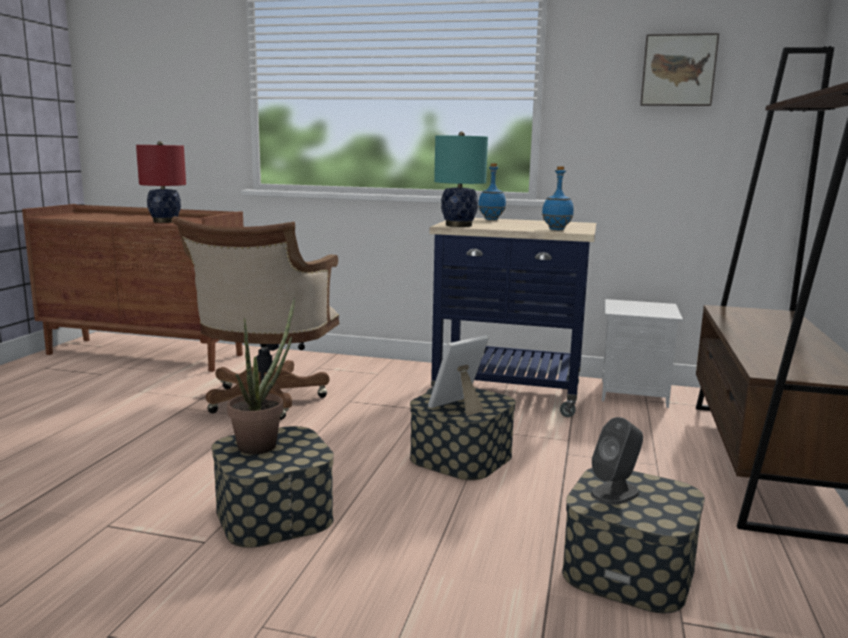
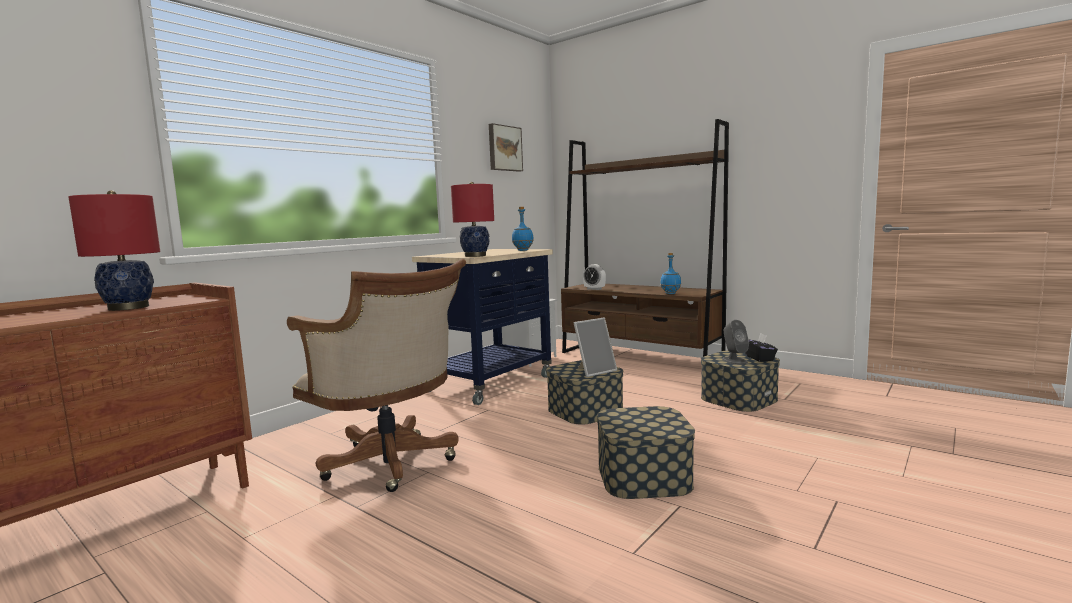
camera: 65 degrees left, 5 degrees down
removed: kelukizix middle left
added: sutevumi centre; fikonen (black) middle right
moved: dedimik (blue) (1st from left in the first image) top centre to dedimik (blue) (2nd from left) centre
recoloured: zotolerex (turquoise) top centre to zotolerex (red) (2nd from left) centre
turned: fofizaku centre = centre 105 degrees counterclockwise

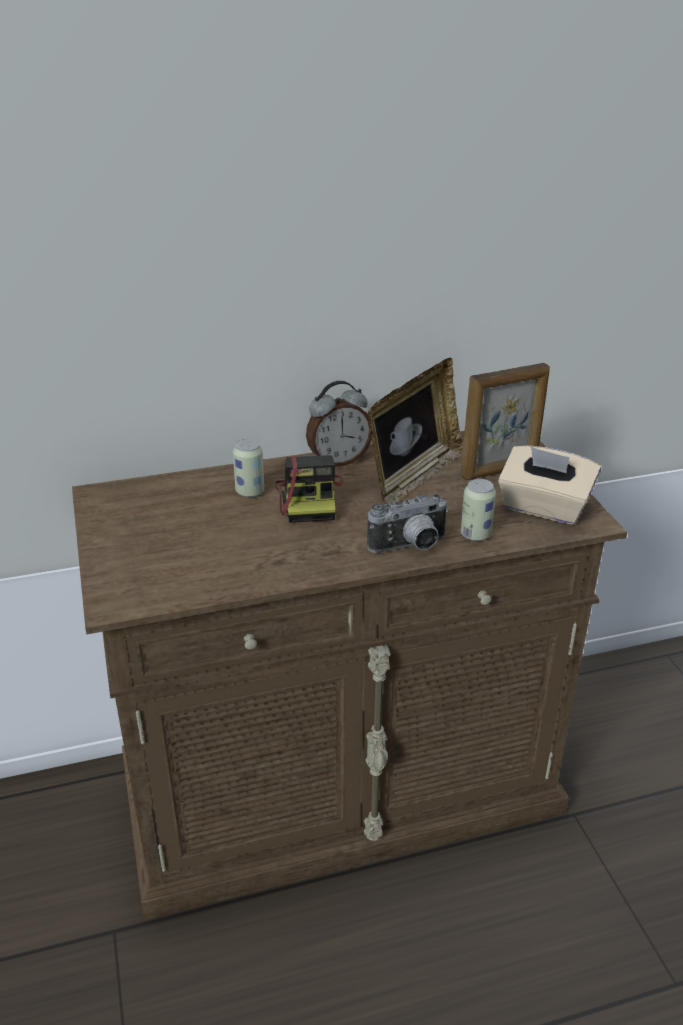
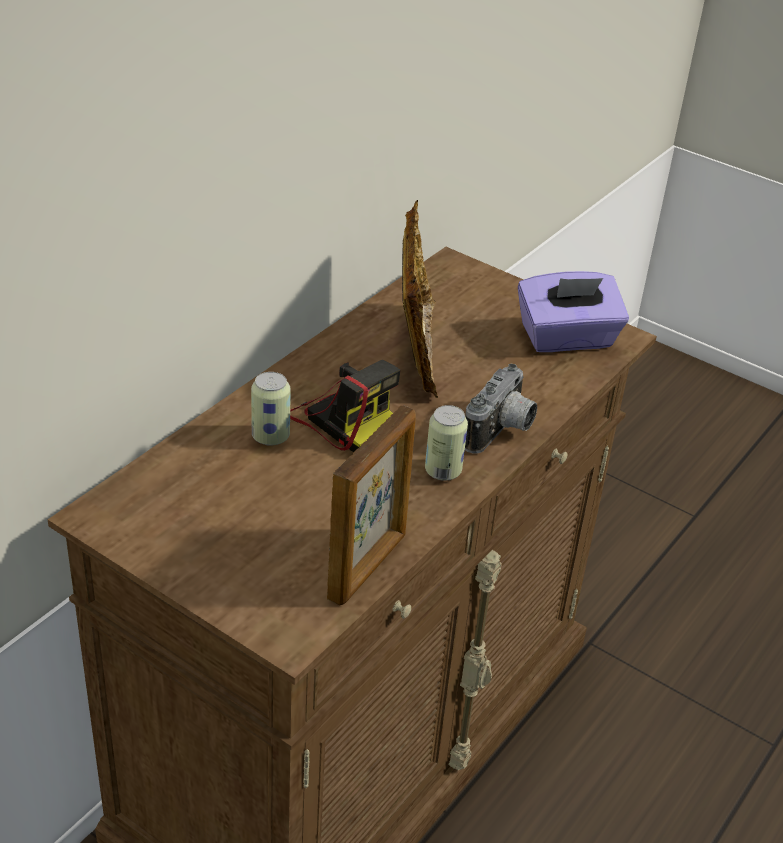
camera: 40 degrees left, 5 degrees up
removed: sutevumi centre
moved: fofizaku (2nd from left in the first image) middle right to fofizaku (1st from left) centre; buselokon (2nd from left) middle right to centre
recoloured: fikonen (beige) middle right to fikonen (purple) middle right

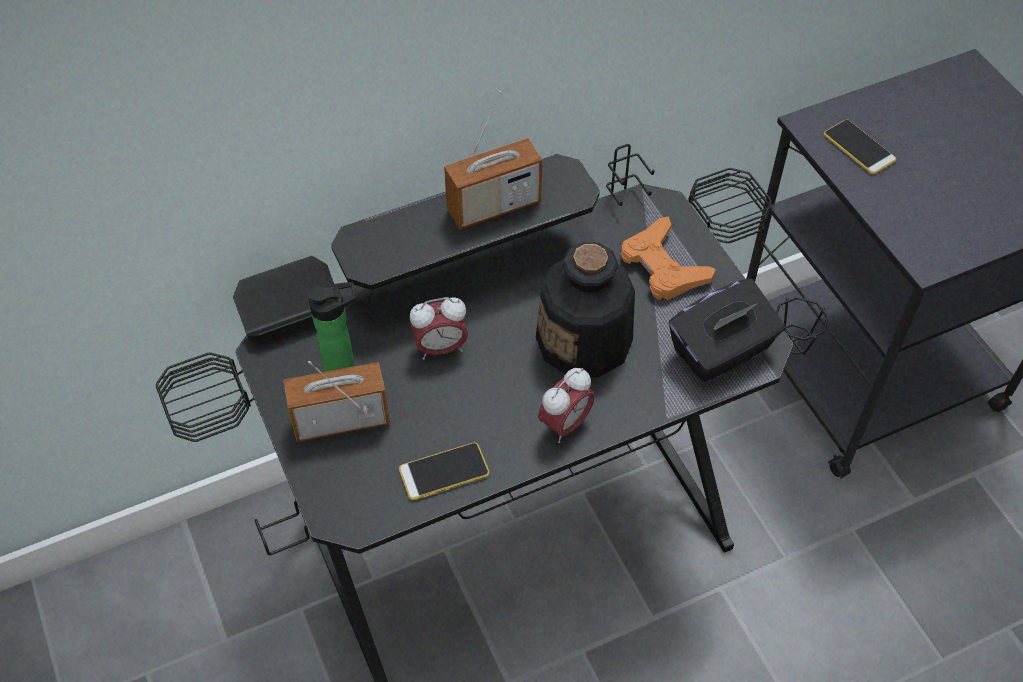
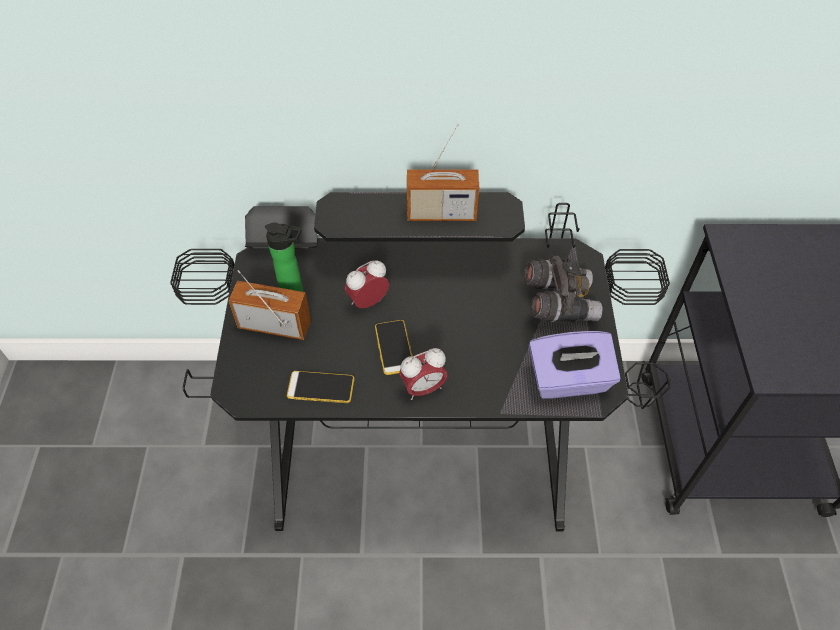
camera: 25 degrees right, 0 degrees up
removed: dedimik (2nd from left) centre
moved: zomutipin (2nd from left) top right to centre
replaced: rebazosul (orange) centre to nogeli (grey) middle right
recoloured: fikonen (black) middle right to fikonen (purple) middle right
turned: sutevumi (1st from left) centre = centre 135 degrees clockwise

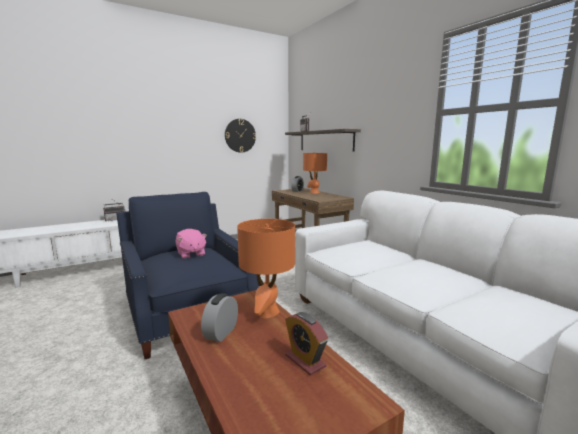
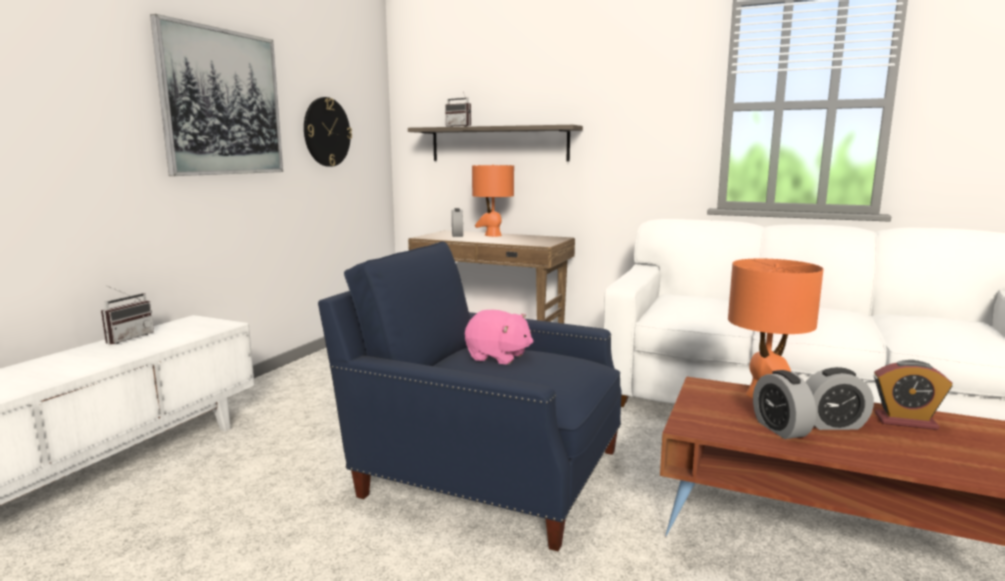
camera: 35 degrees left, 0 degrees up
added: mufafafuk top left; sutevumi (3rd from left) bottom right

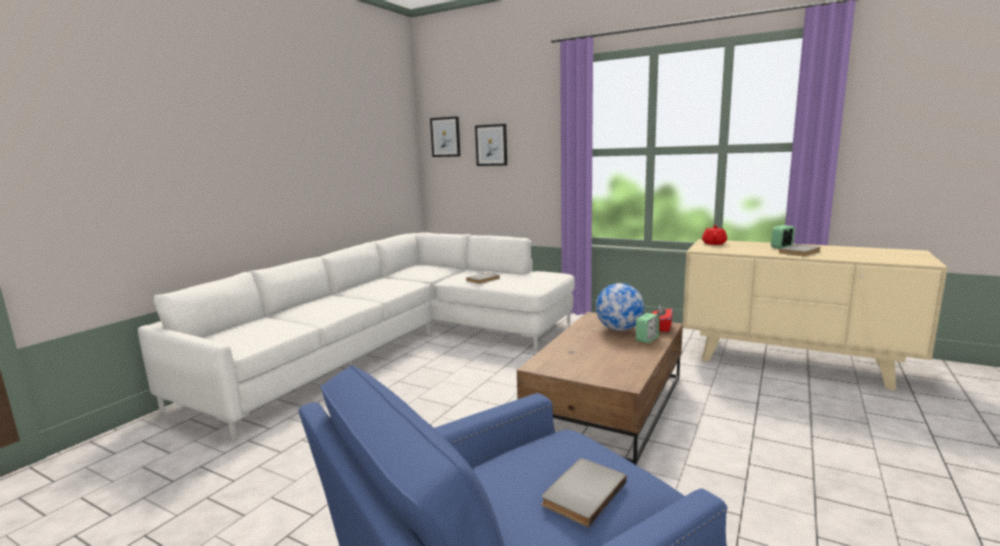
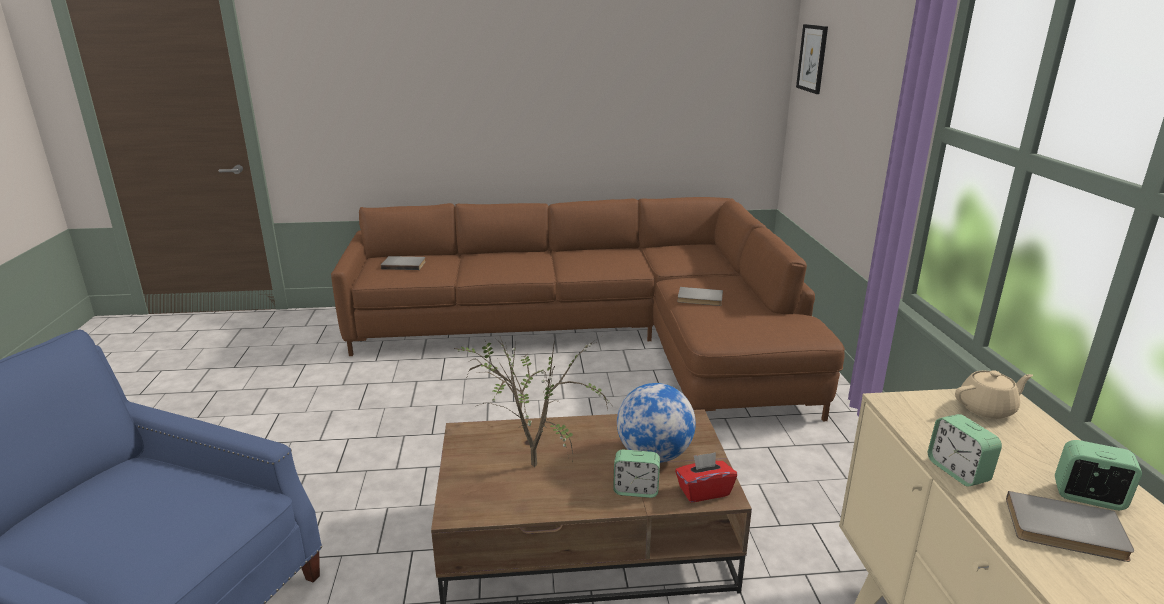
camera: 55 degrees right, 10 degrees up
removed: mufafafuk (2nd from left) top centre
added: kelukizix centre; sutevumi (2nd from left) bottom right
moved: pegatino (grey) (2nd from left in the first image) bottom centre to pegatino (grey) (1st from left) centre
recoloured: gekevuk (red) middle right to gekevuk (beige) middle right; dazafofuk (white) centre to dazafofuk (brown) centre

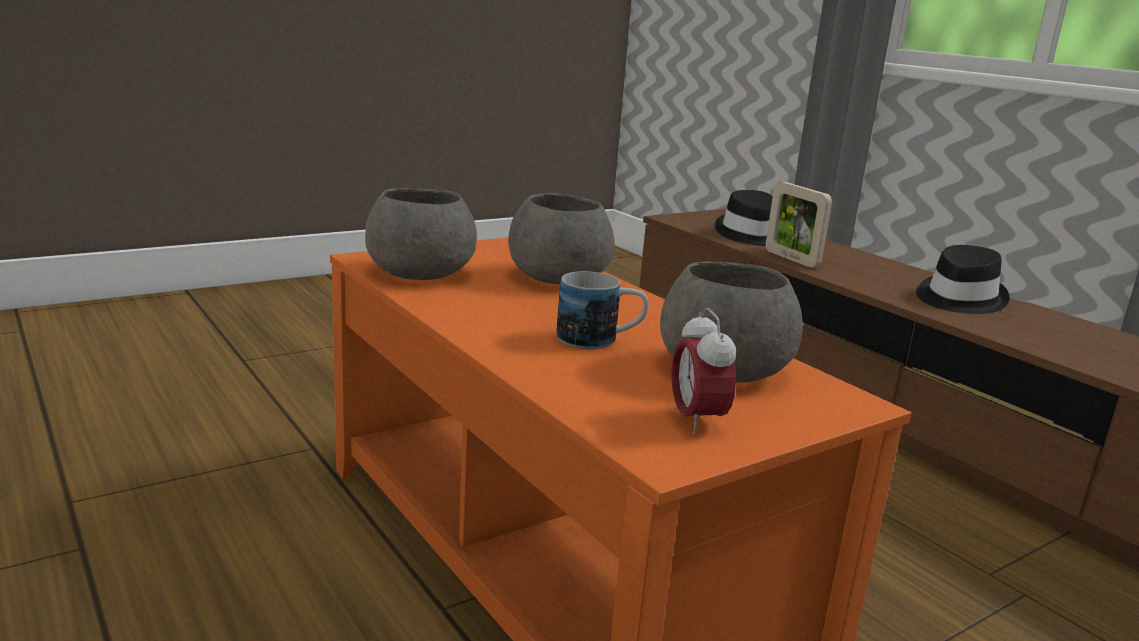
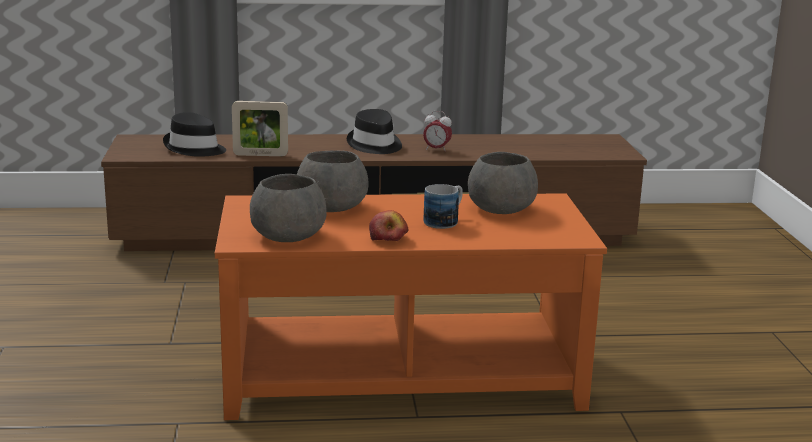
camera: 60 degrees left, 0 degrees up
added: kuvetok centre
moved: sutevumi centre to top centre

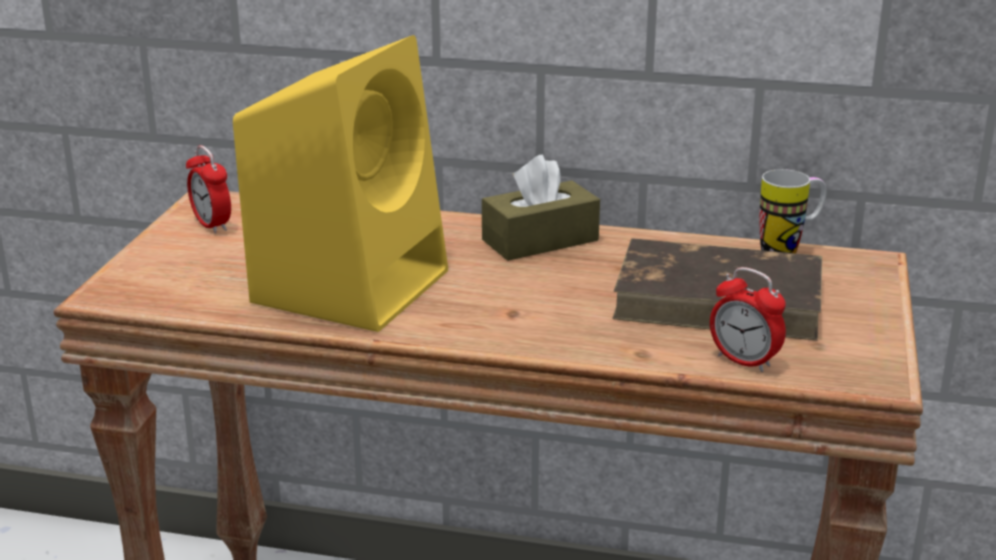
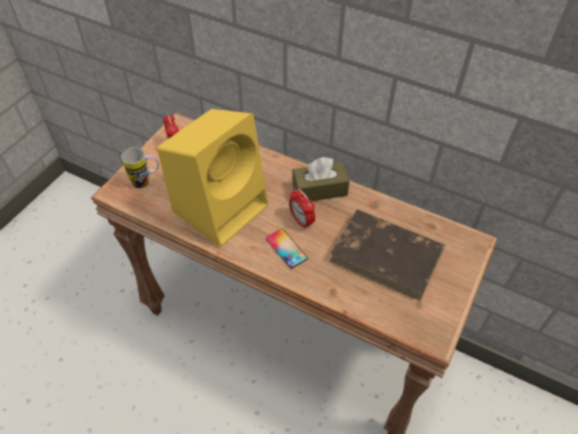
camera: 15 degrees right, 25 degrees up
added: zomutipin centre
moved: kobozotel middle right to middle left; sutevumi (2nd from left) middle right to centre

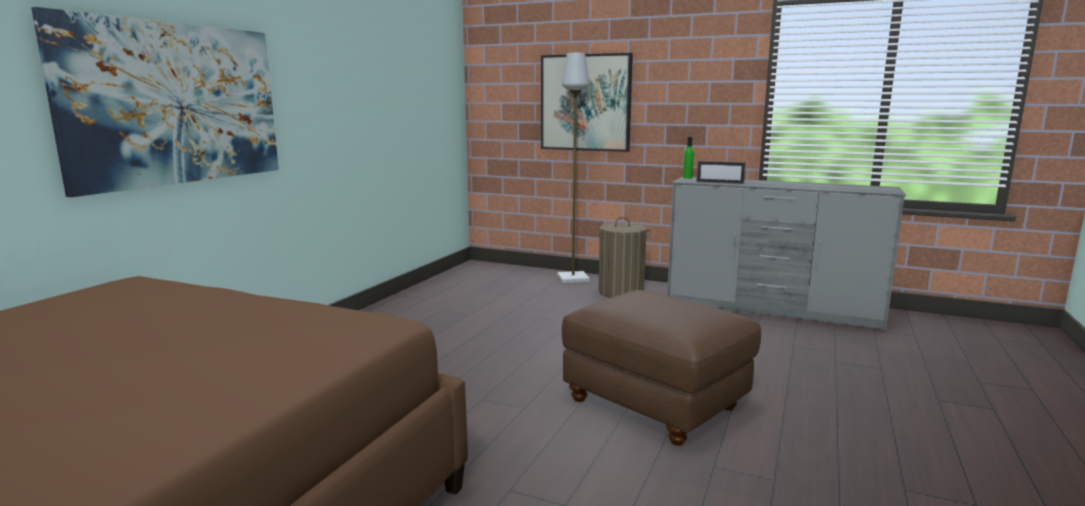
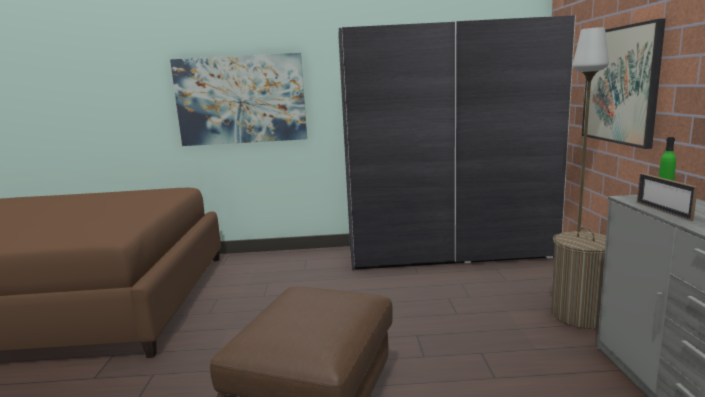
camera: 65 degrees right, 0 degrees up
added: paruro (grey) centre

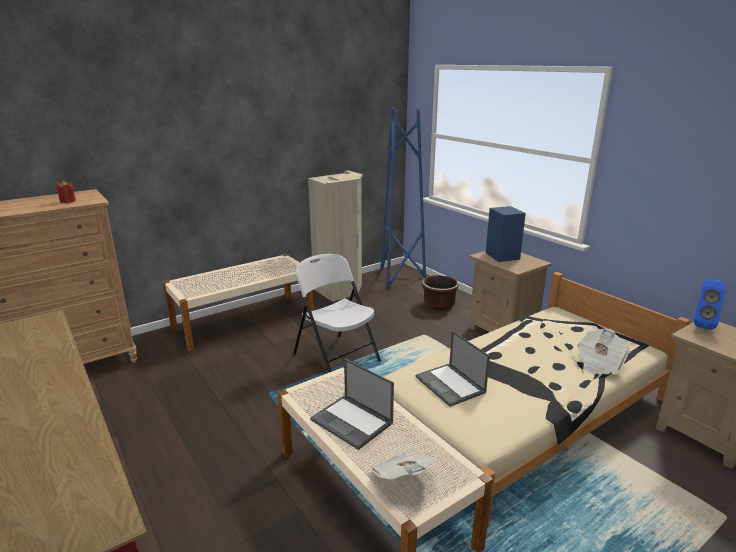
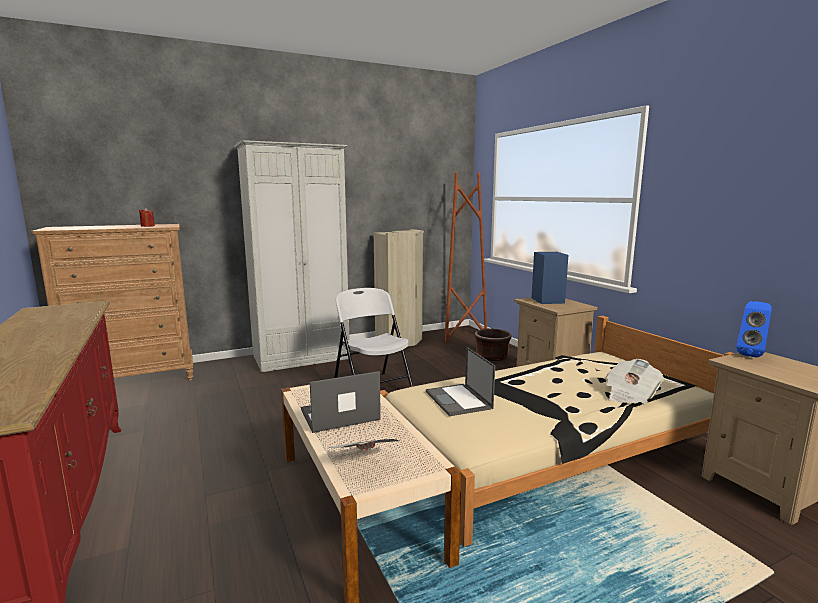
camera: 10 degrees right, 10 degrees down
replaced: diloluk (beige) (1st from left) middle left to paruro (white) centre
recoloured: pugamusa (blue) centre to pugamusa (brown) centre
turned: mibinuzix (1st from left) bottom centre = bottom centre 105 degrees clockwise

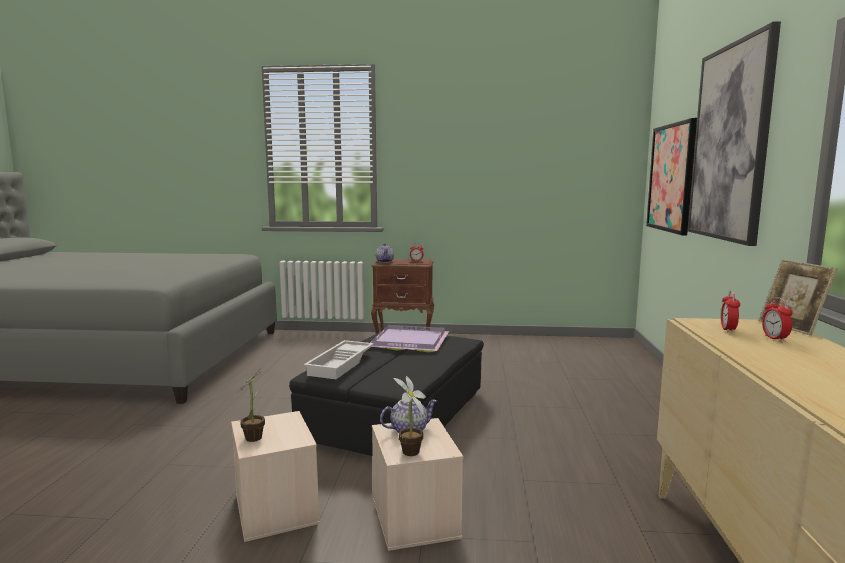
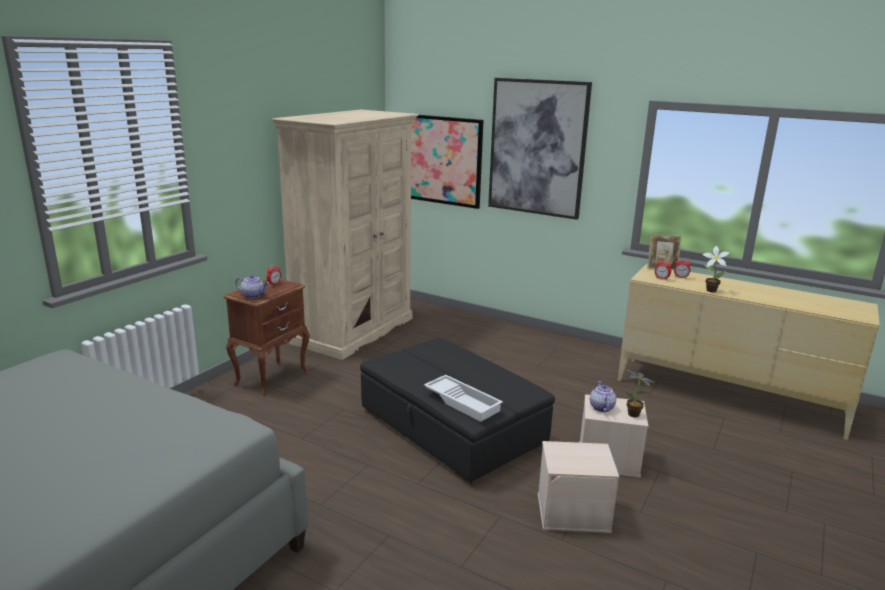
camera: 65 degrees left, 10 degrees up
removed: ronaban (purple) centre
added: paruro (beige) centre
moved: kelukizix (1st from left in the first image) bottom left to kelukizix (2nd from left) middle right

